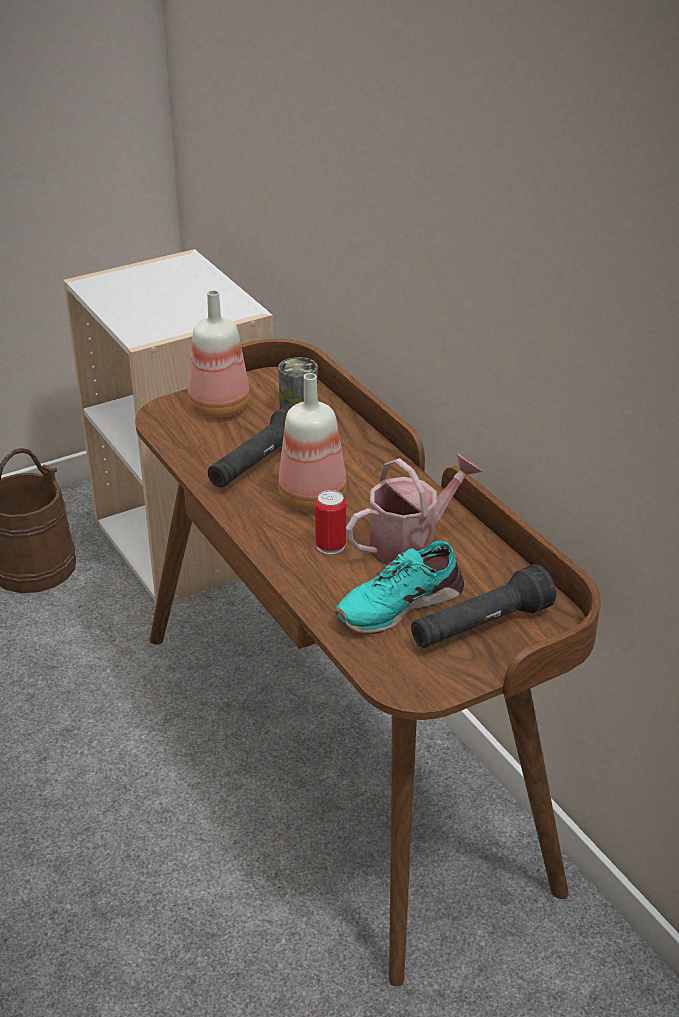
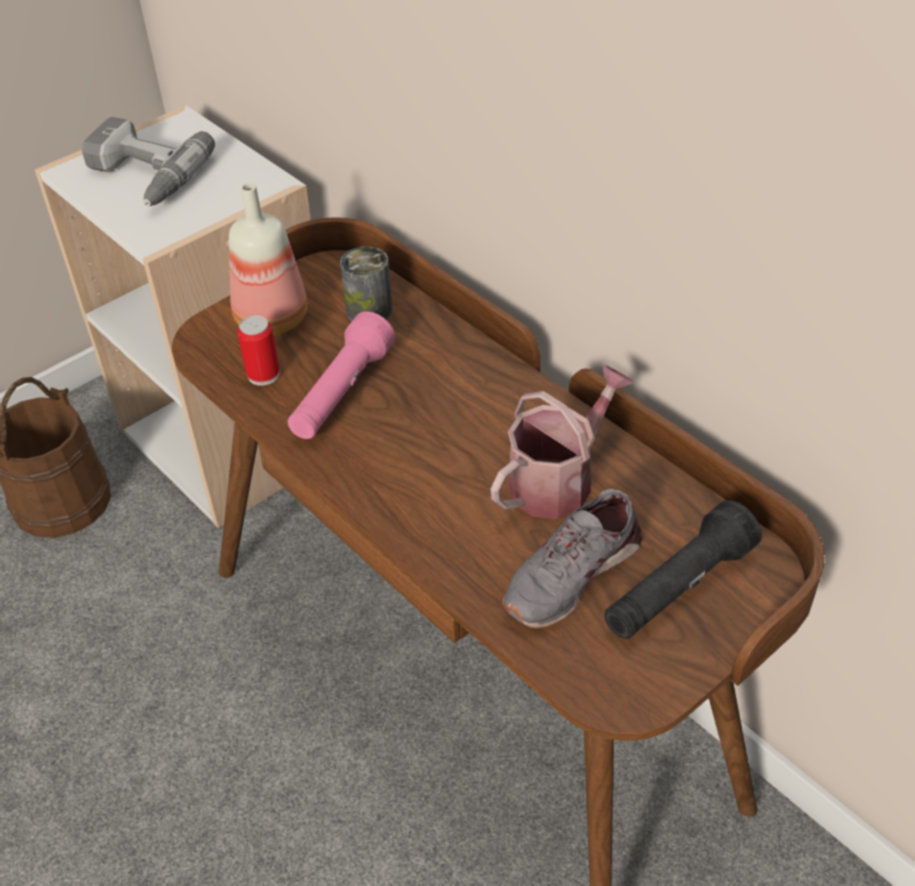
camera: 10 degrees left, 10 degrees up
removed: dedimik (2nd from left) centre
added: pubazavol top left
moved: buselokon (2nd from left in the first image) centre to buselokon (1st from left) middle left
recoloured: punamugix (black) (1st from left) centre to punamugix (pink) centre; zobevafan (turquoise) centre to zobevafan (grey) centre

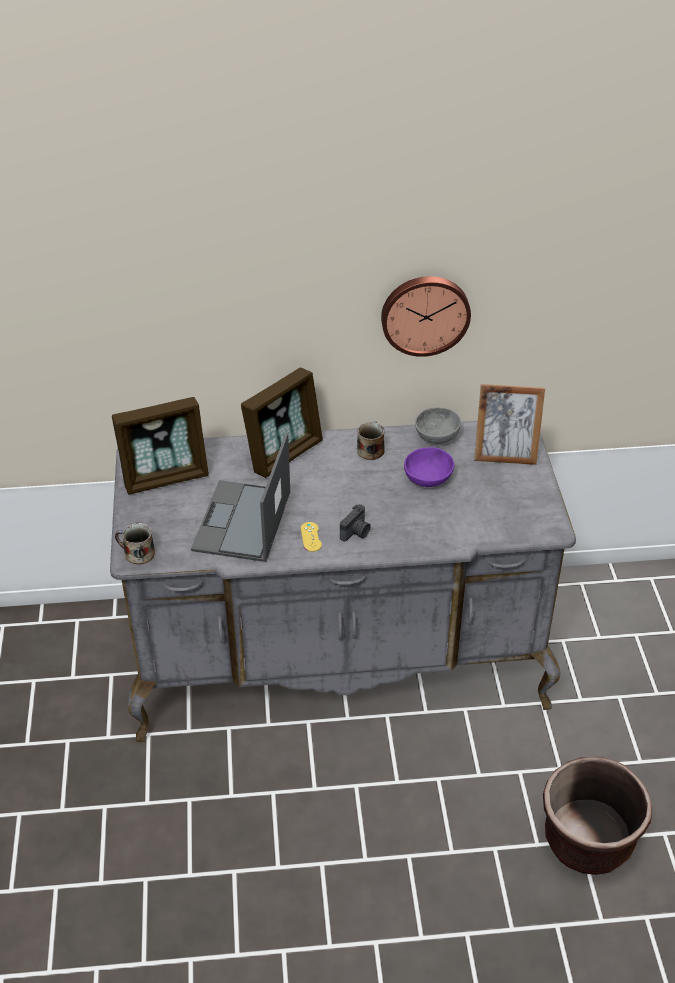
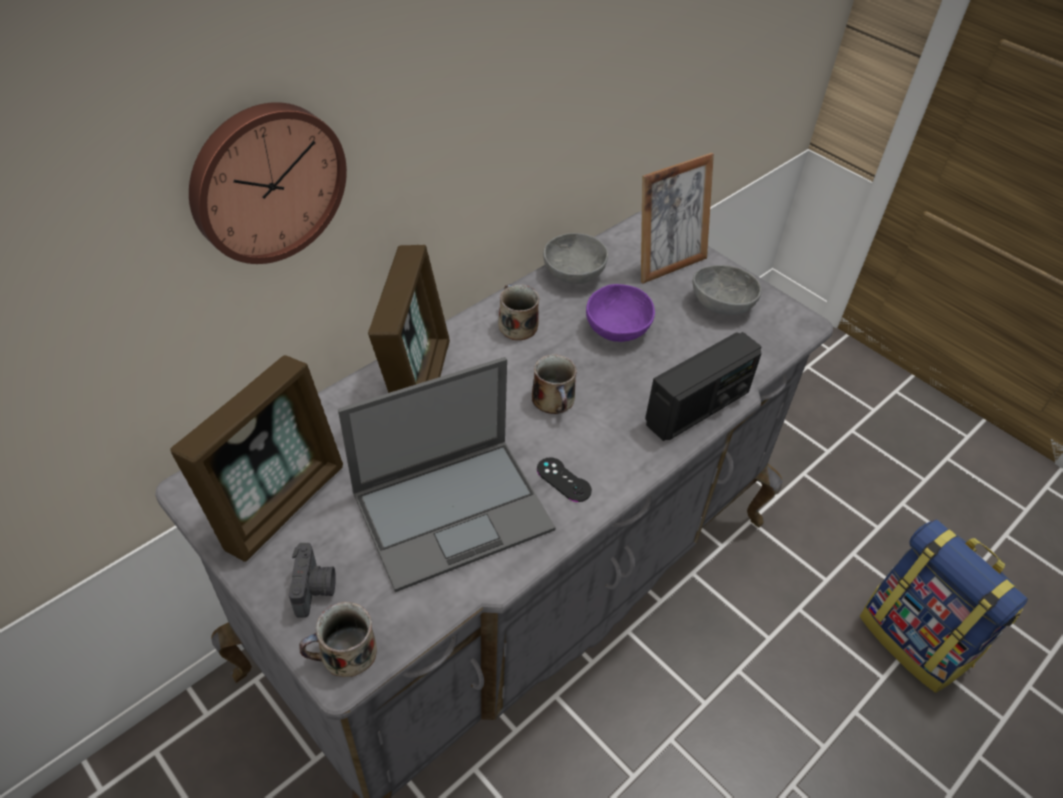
camera: 40 degrees left, 5 degrees up
added: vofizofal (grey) (2nd from left) middle right; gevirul centre; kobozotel (3rd from left) centre
moved: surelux top centre to top left; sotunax centre to bottom left
replaced: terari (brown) bottom right to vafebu bottom right
recoloured: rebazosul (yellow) centre to rebazosul (black) centre
turned: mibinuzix centre = centre 90 degrees counterclockwise

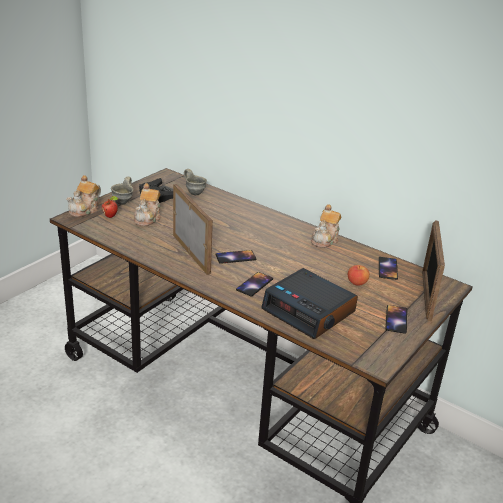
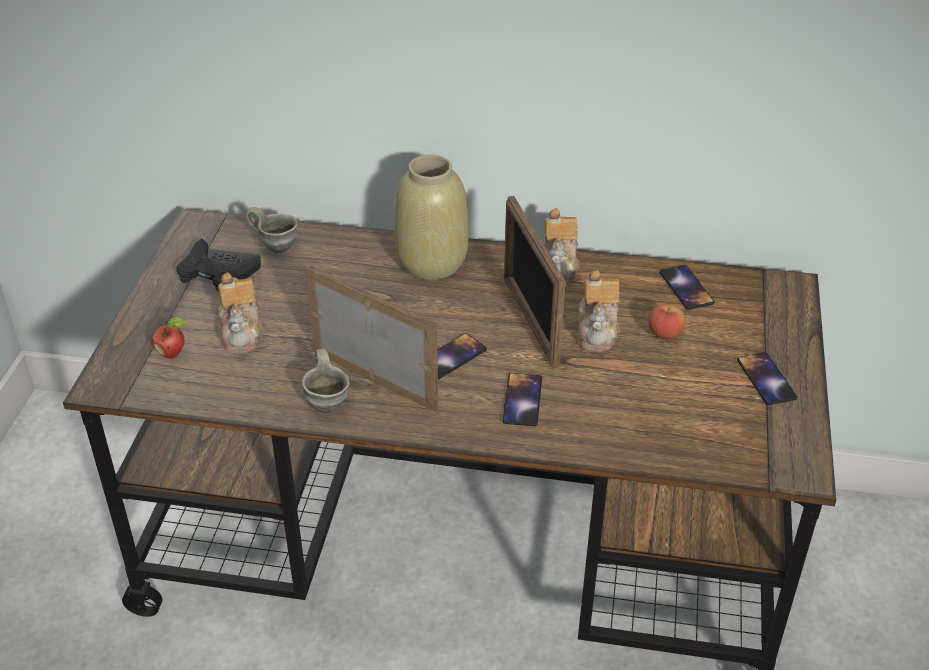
camera: 25 degrees left, 10 degrees up
removed: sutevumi centre
added: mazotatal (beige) top centre
moved: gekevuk (1st from left in the first image) middle left to gekevuk (3rd from left) centre; kobozotel (grey) (1st from left in the first image) middle left to kobozotel (grey) (2nd from left) centre; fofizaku (2nd from left) middle right to centre

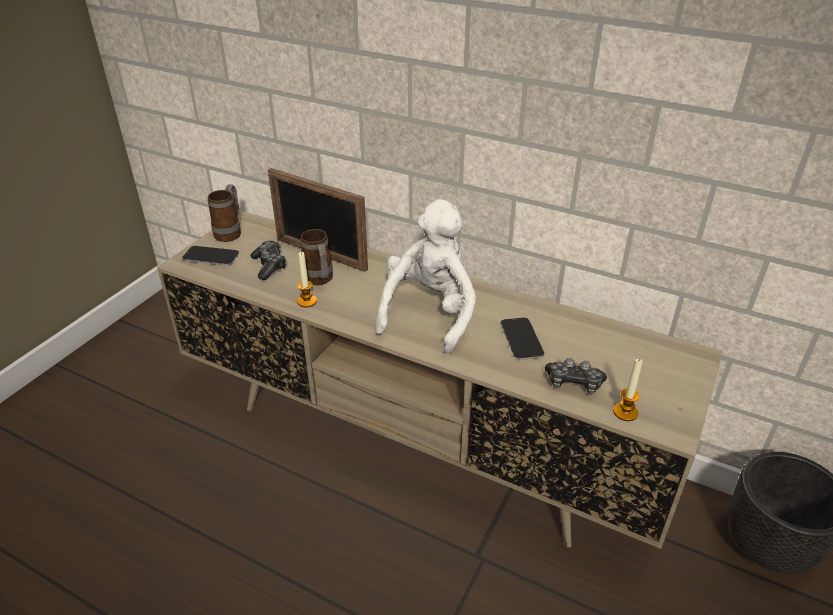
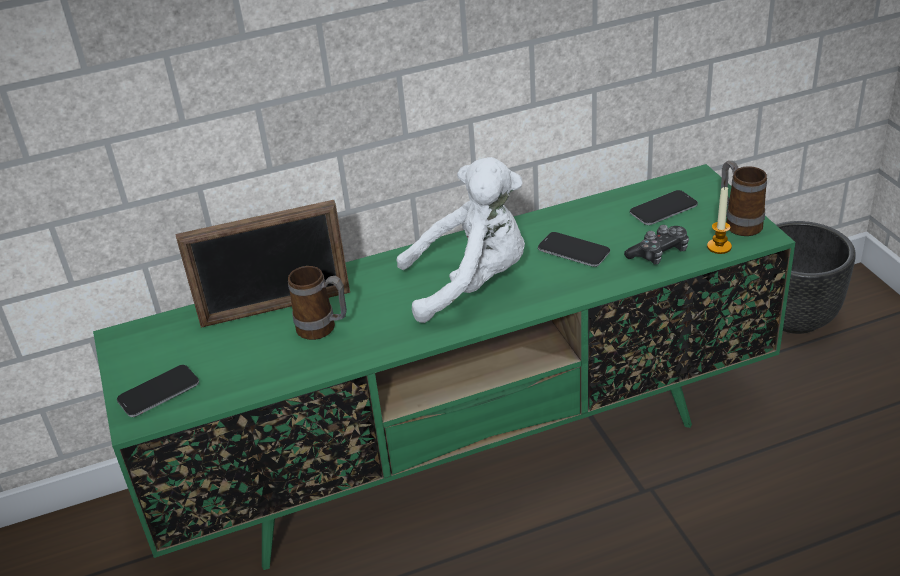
camera: 45 degrees left, 0 degrees up
removed: rebazosul (1st from left) middle left; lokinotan (1st from left) centre
added: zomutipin (3rd from left) middle right
moved: kobozotel (1st from left in the first image) middle left to kobozotel (2nd from left) middle right
recoloured: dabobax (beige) centre to dabobax (green) centre
turned: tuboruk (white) centre = centre 105 degrees clockwise

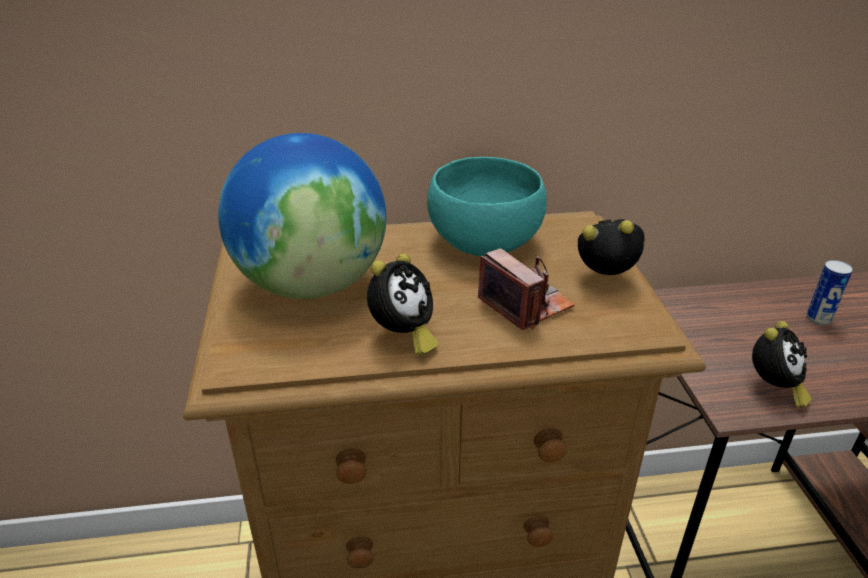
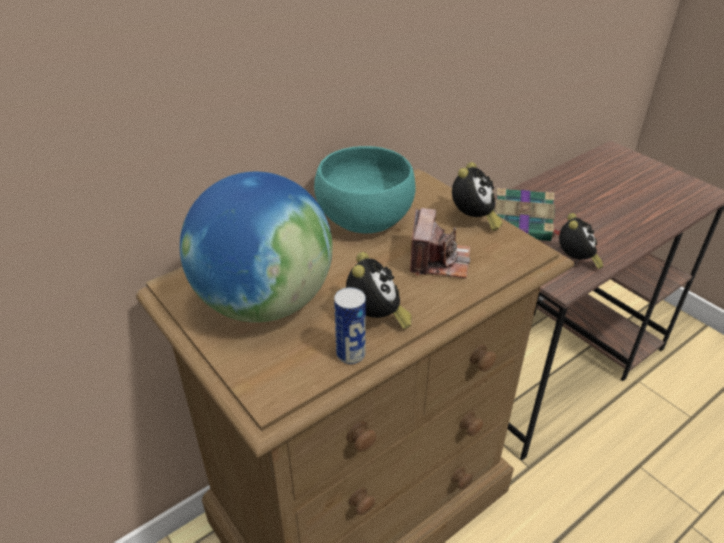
camera: 30 degrees left, 5 degrees up
added: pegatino middle right
moved: buselokon middle right to centre
turned: sutevumi (2nd from left) middle right = centre 135 degrees clockwise; sotunax centre = centre 75 degrees clockwise

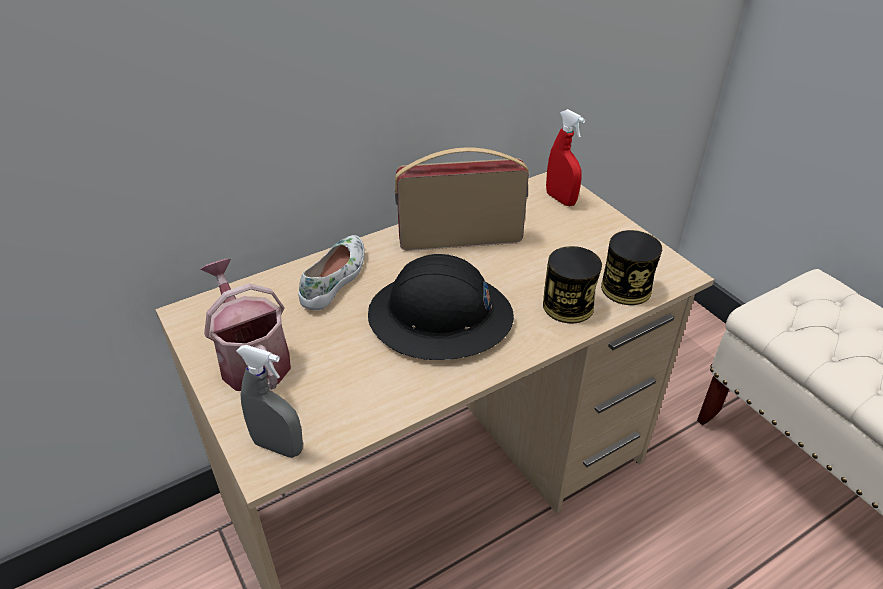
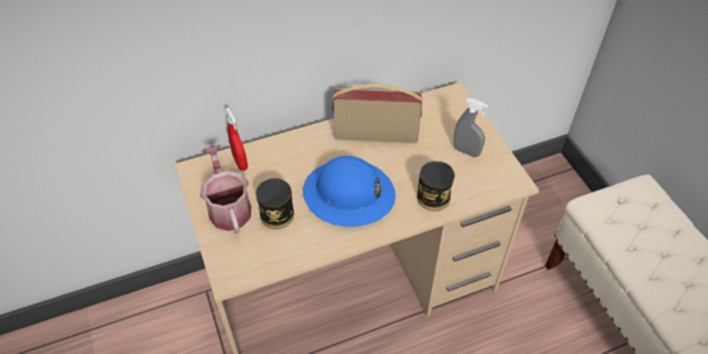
camera: 10 degrees right, 10 degrees up
removed: zobevafan (white) centre
moved: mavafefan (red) top centre to centre; buselokon (2nd from left in the first image) middle right to buselokon (1st from left) centre; mavafefan (grey) bottom left to centre
recoloured: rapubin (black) centre to rapubin (blue) centre

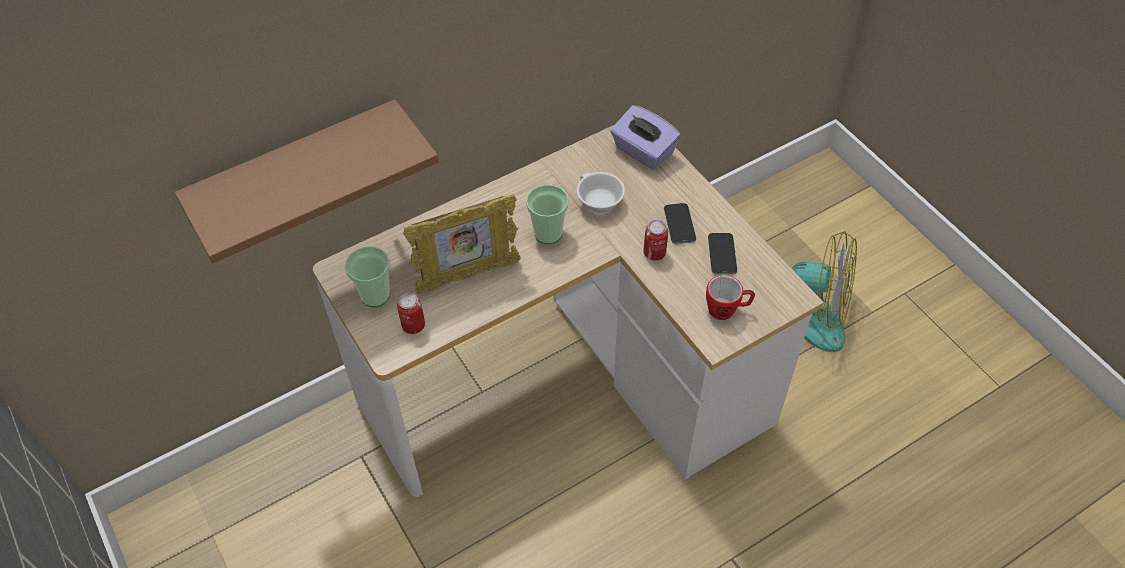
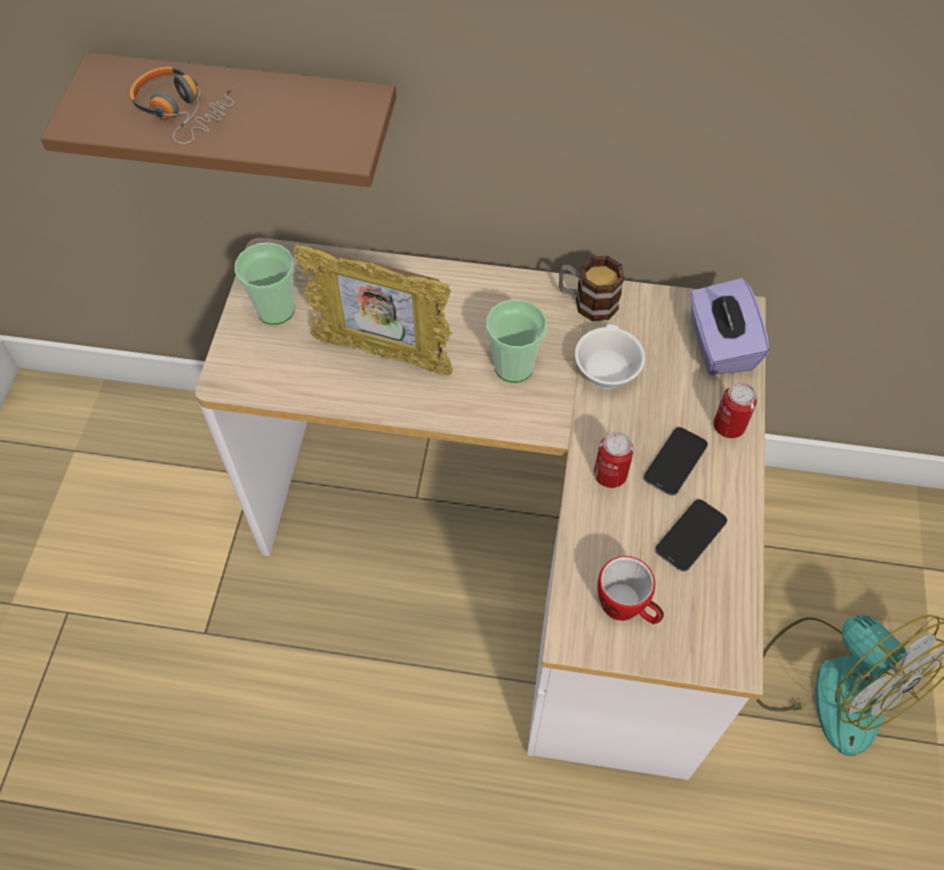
camera: 40 degrees right, 5 degrees up
added: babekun top left; kobozotel (1st from left) top centre
moved: buselokon (1st from left in the first image) centre to buselokon (2nd from left) middle right

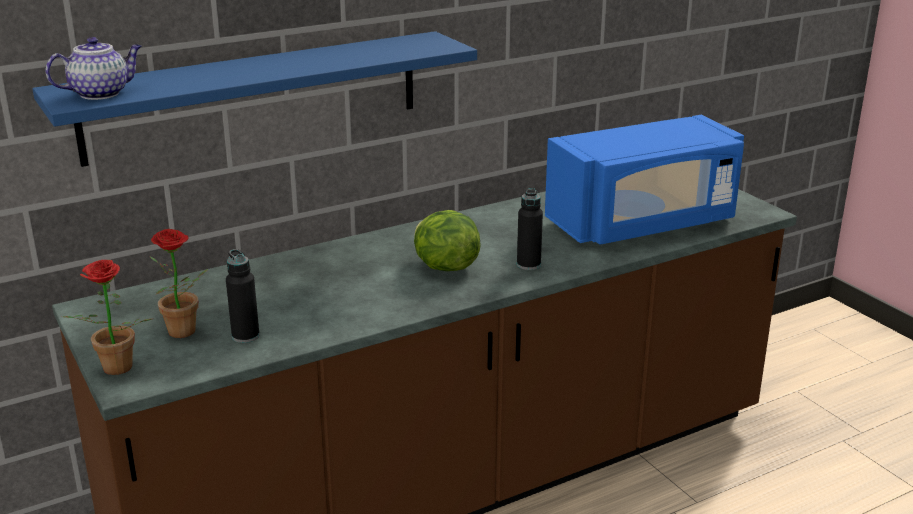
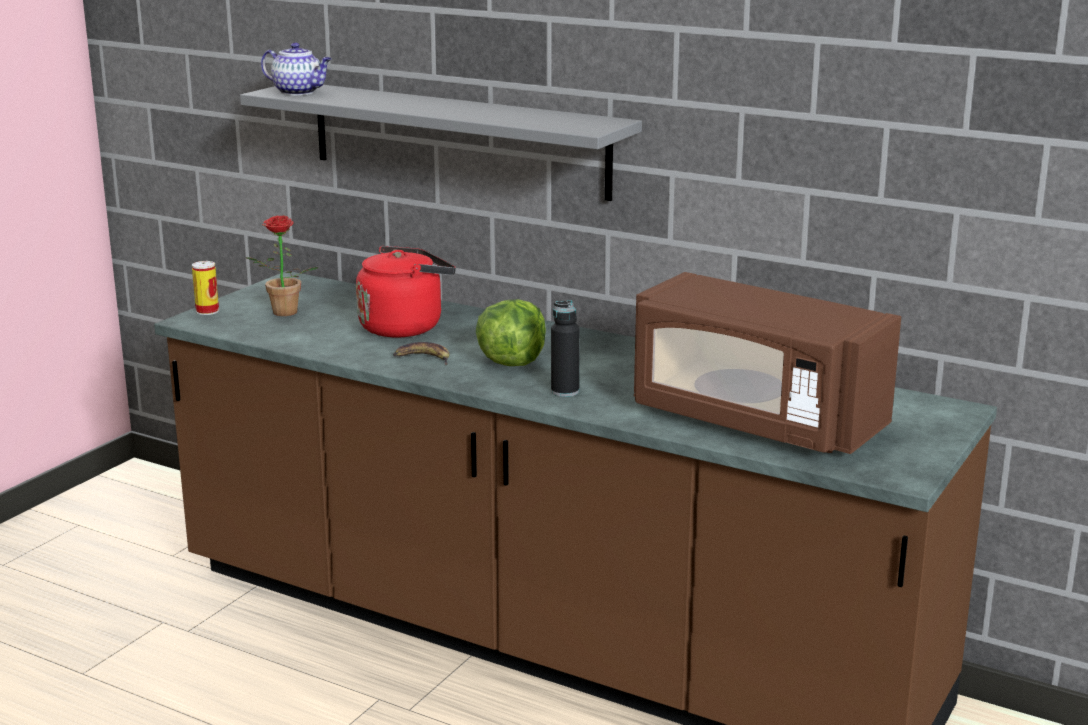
camera: 60 degrees right, 5 degrees down
removed: dedimik (black) (1st from left) middle left
added: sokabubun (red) centre; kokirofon centre
replaced: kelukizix (1st from left) middle left to buselokon middle left
recoloured: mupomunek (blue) top left to mupomunek (grey) top centre; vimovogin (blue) middle right to vimovogin (brown) middle right

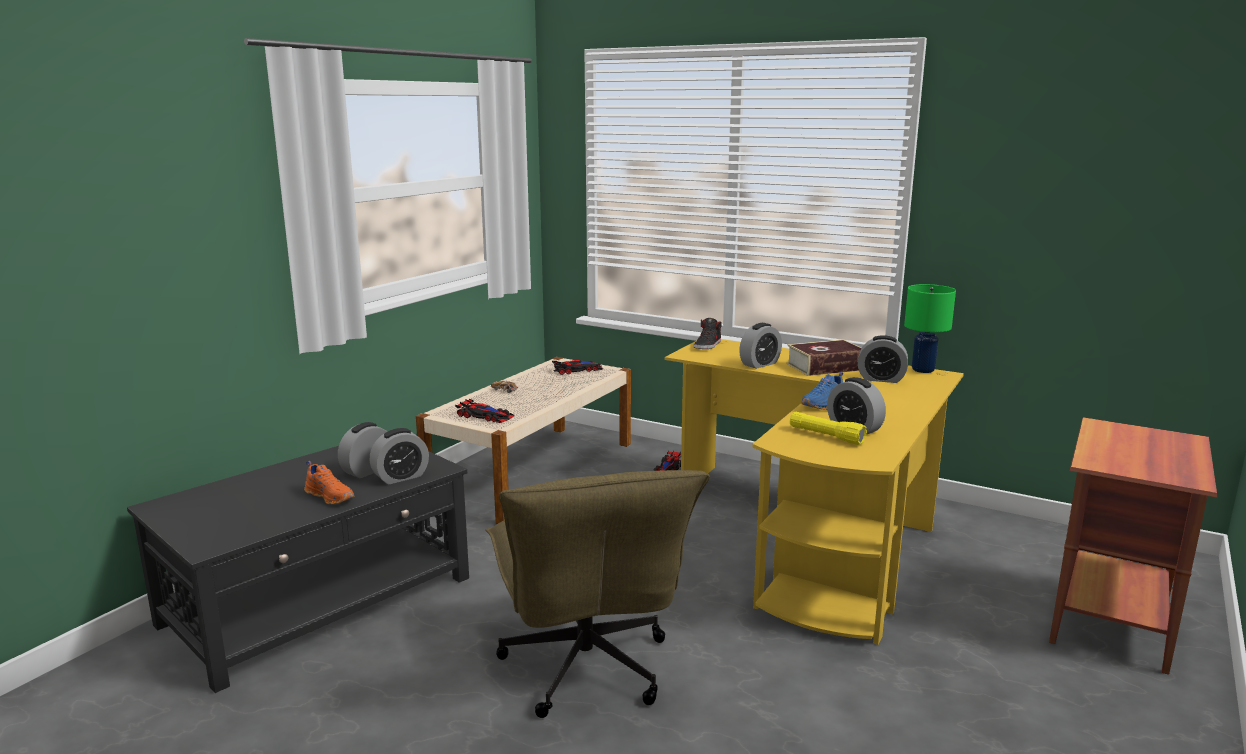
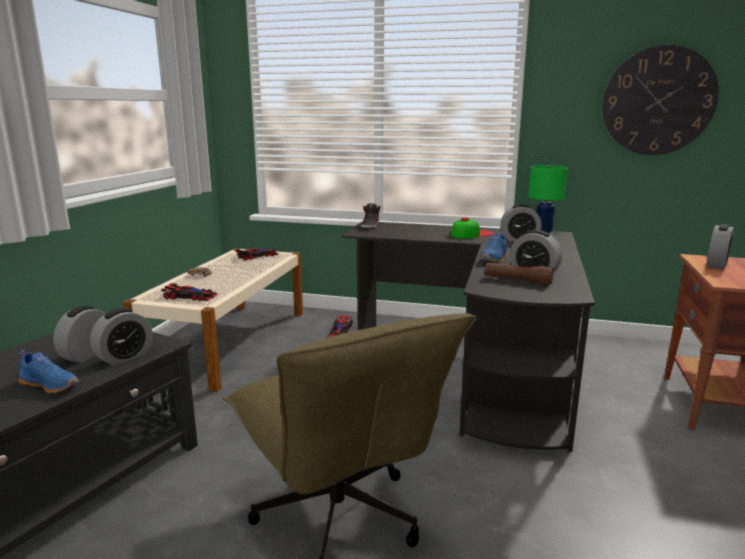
camera: 15 degrees left, 0 degrees up
added: surelux top right
moved: sutevumi (3rd from left in the first image) centre to sutevumi (5th from left) middle right
replaced: pegatino centre to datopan centre
recoloured: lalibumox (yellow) centre to lalibumox (black) centre; punamugix (yellow) centre to punamugix (brown) middle right; zobevafan (orange) middle left to zobevafan (blue) (1st from left) middle left

